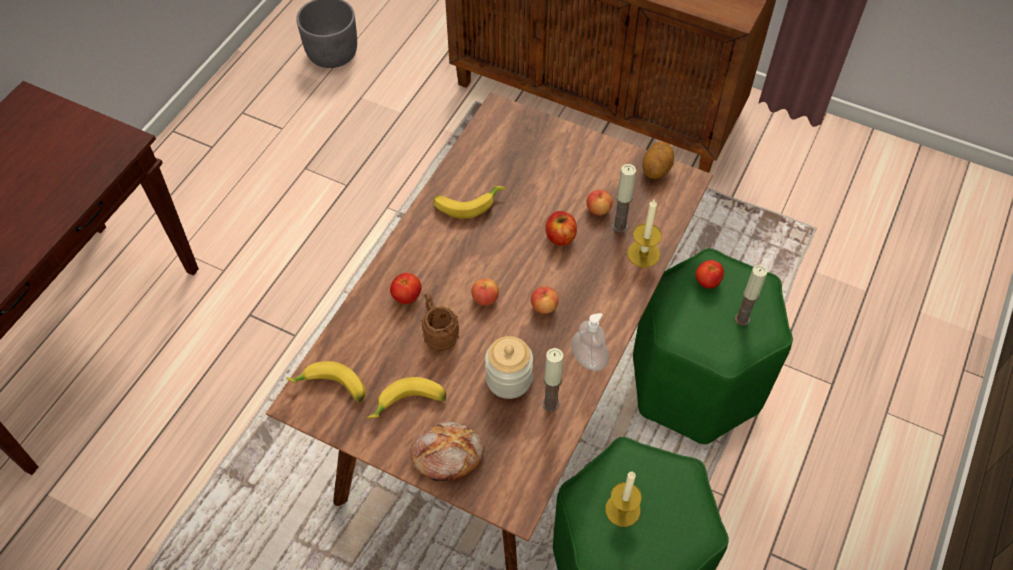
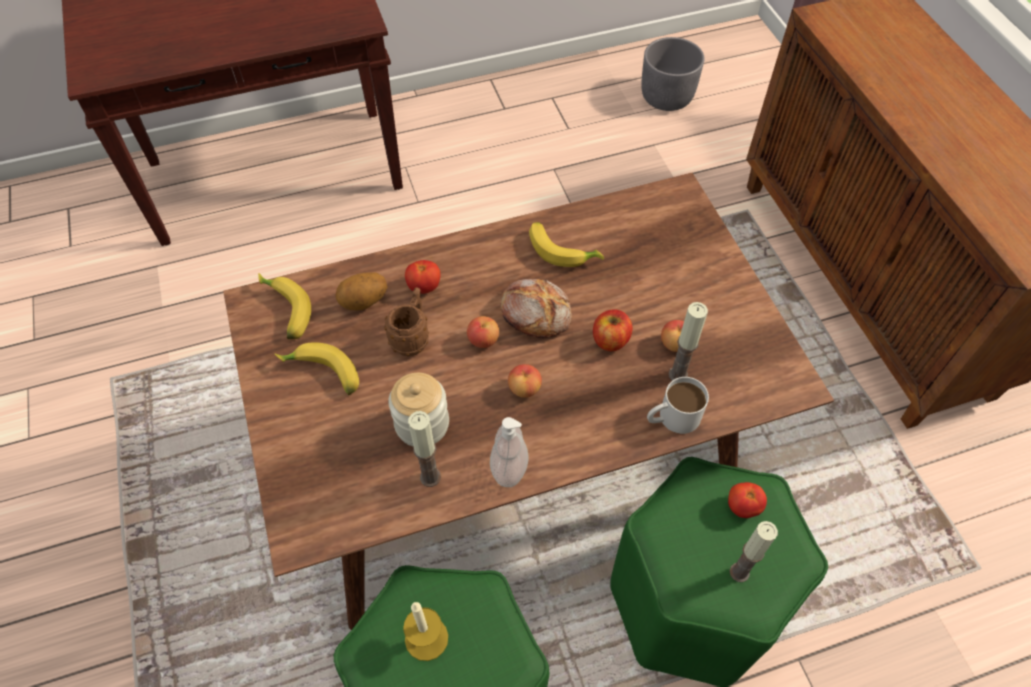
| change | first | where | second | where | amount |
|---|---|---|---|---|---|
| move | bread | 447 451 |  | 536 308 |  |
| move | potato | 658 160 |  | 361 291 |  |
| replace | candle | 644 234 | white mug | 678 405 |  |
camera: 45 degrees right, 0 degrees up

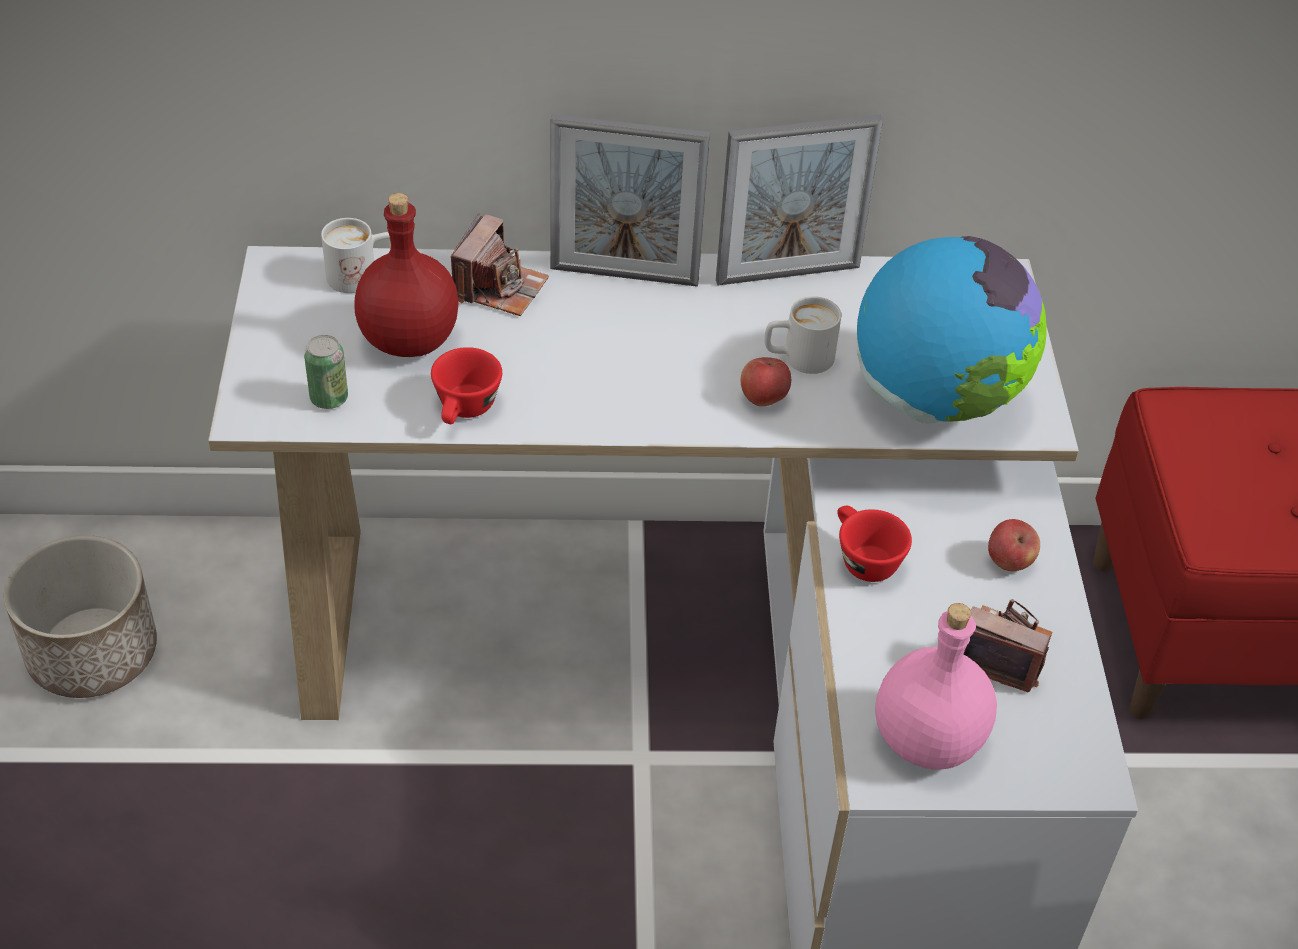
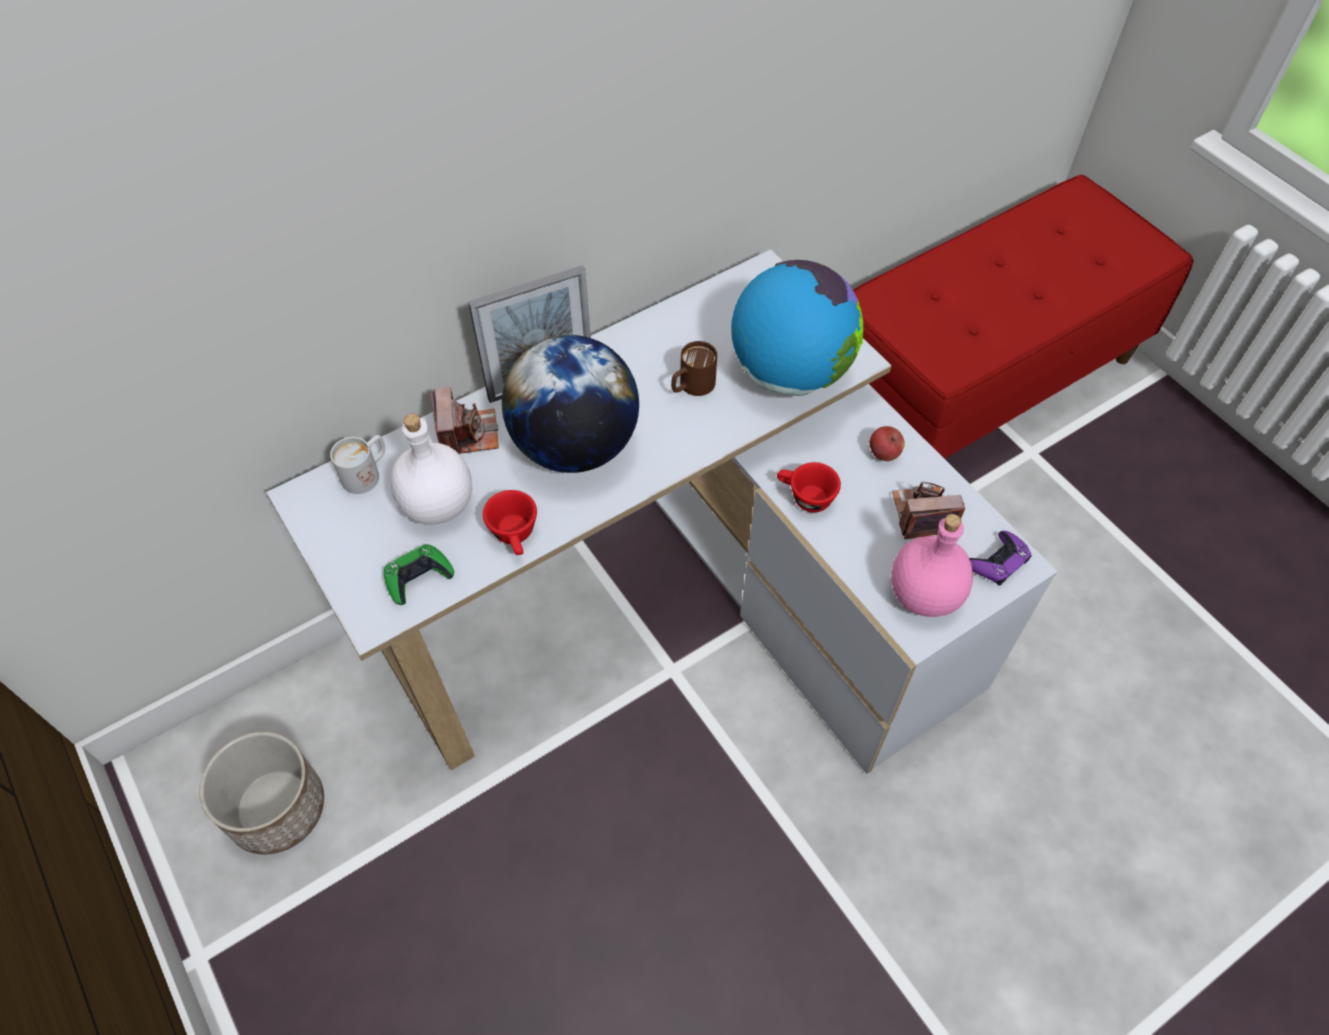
| change | first | where | second | where | amount |
|---|---|---|---|---|---|
| delete | picture frame | 799 200 |  |  |  |
| delete | apple | 766 382 |  |  |  |
| insert |  |  | globe | 570 404 |  |
| insert |  |  | purple game controller | 1000 558 |  |
| replace | can | 326 372 | green game controller | 419 574 |  |
| recolor | red bottle | 406 275 | white bottle | 431 469 |  |
| recolor | white mug | 802 335 | brown mug | 694 368 |  |
camera: 30 degrees left, 10 degrees up

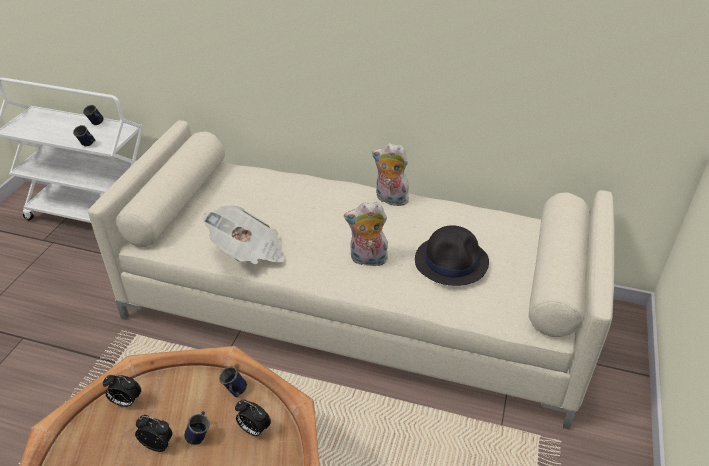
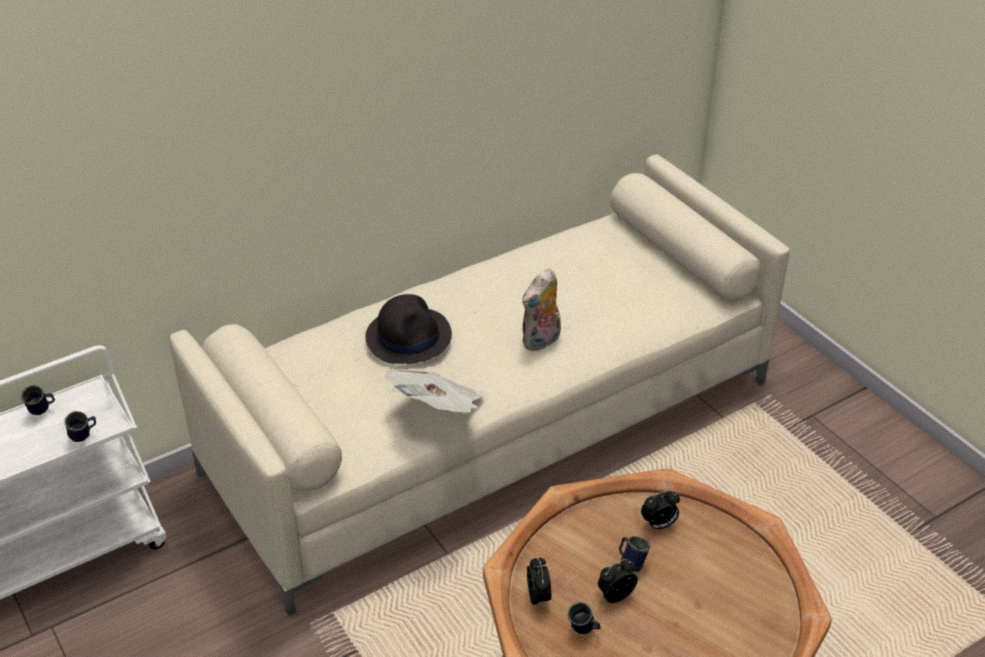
| change | first | where | second | where | amount |
|---|---|---|---|---|---|
| delete | plush toy | 390 174 |  |  |  |
| move | blue mug | 233 381 |  | 584 618 |  |
| move | black hat | 452 255 |  | 408 329 |  |
| rotate | alarm clock | 122 390 |  | 539 582 | 60 degrees counterclockwise |
camera: 50 degrees left, 0 degrees up

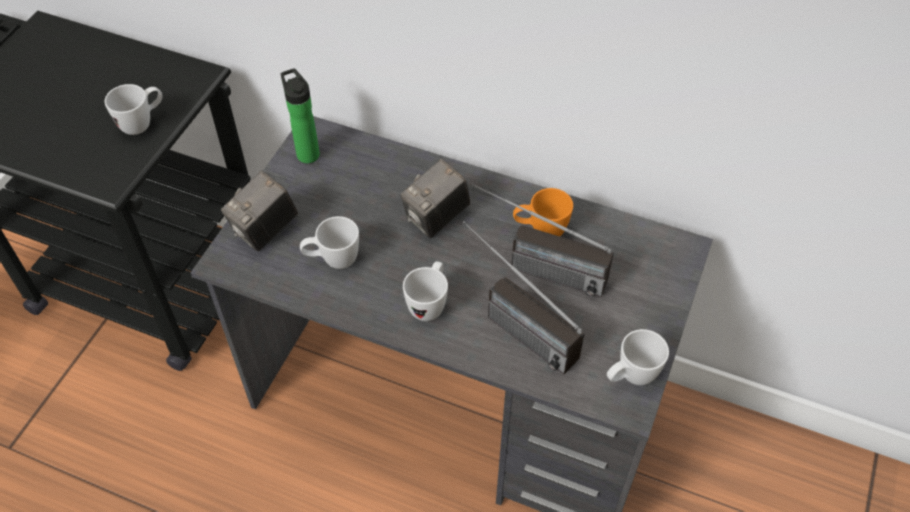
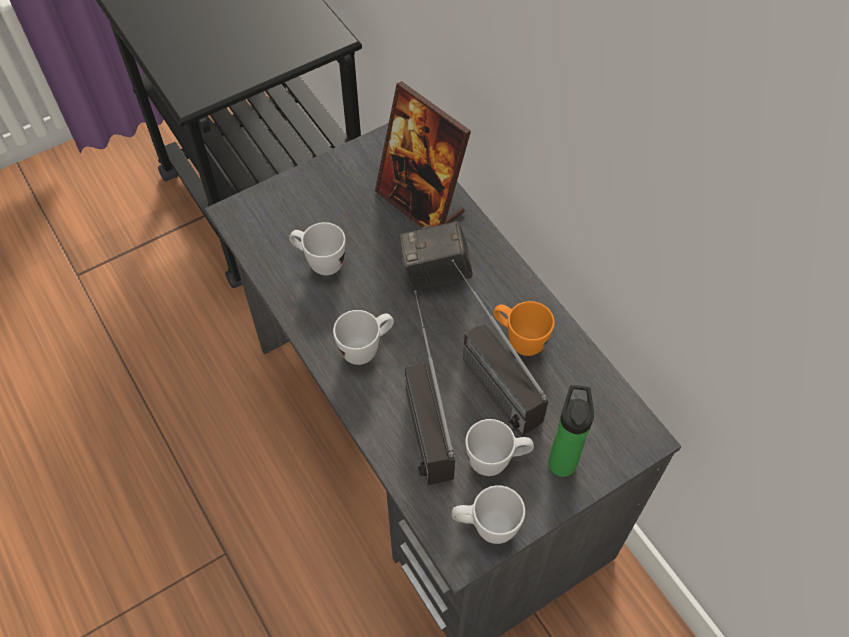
| change | first | where | second | where | amount |
|---|---|---|---|---|---|
| delete | photo camera | 259 211 |  |  |  |
| insert |  |  | picture frame | 423 154 |  |
| move | white mug | 133 109 |  | 499 447 |  |
| move | bottle | 300 115 |  | 571 431 |  |
camera: 35 degrees right, 5 degrees up

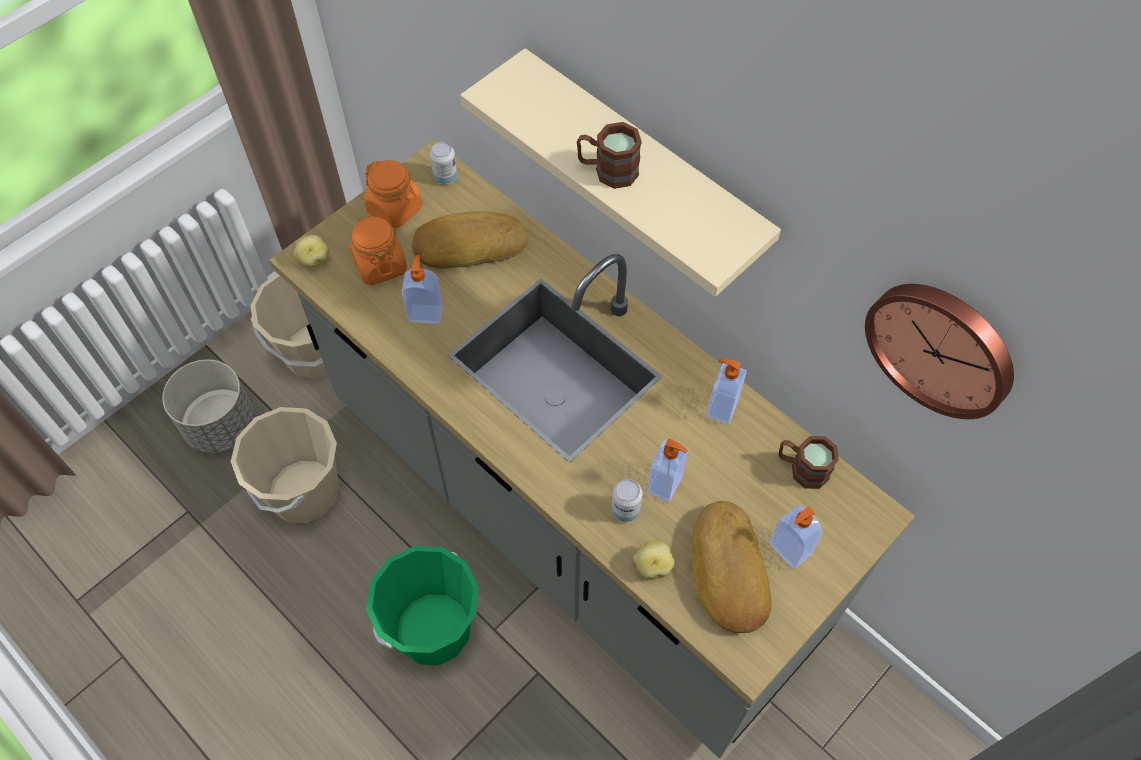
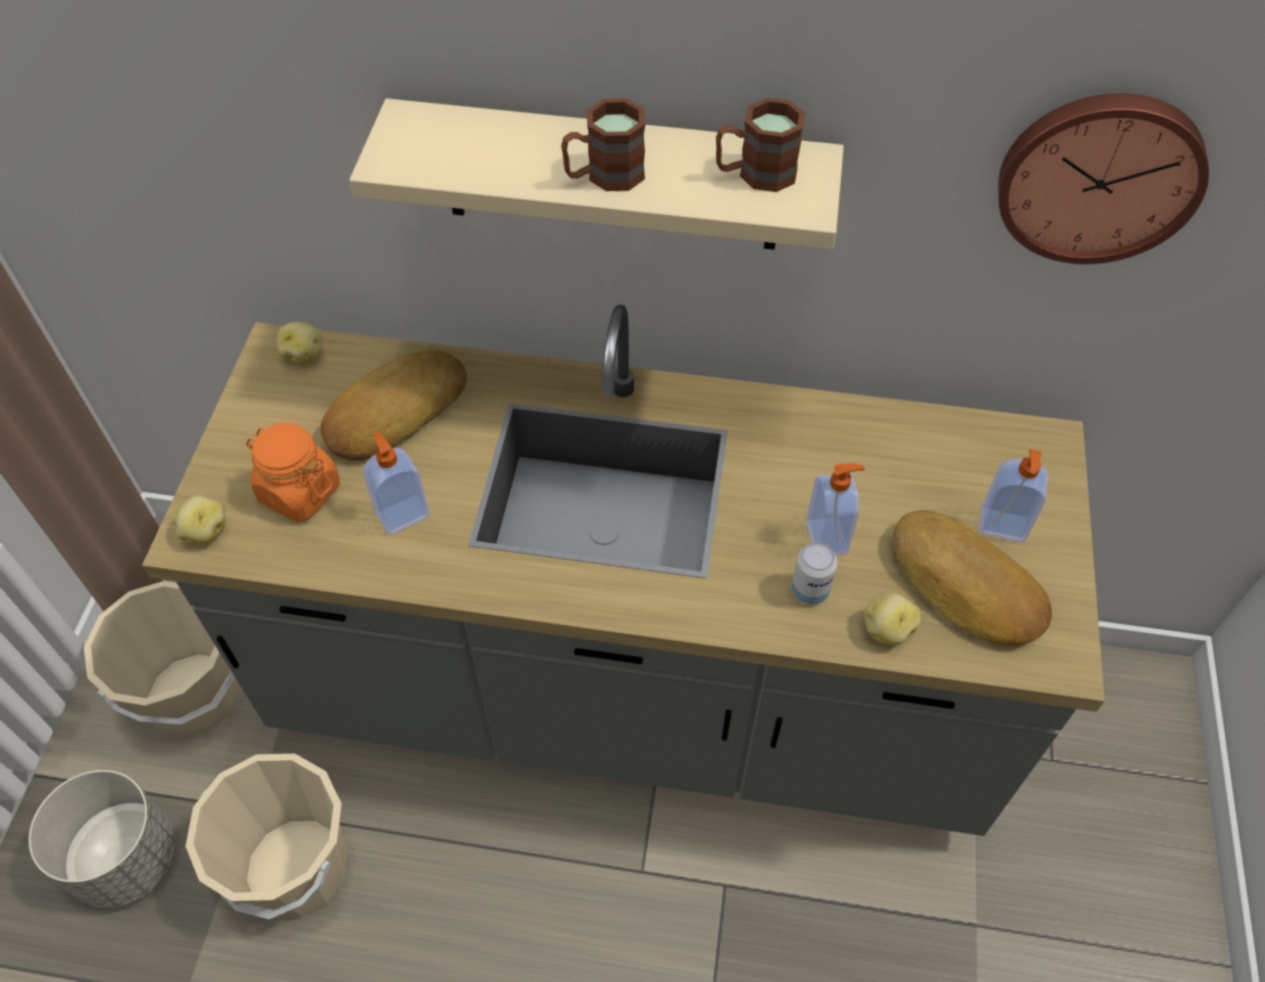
| change | first | where | second | where | amount |
|---|---|---|---|---|---|
| delete | orange jar | 393 194 |  |  |  |
| delete | green bucket | 422 605 |  |  |  |
| delete | soap dispenser | 727 391 |  |  |  |
| move | brown mug | 808 462 |  | 760 145 |  |
| replace | can | 443 163 | potato | 299 343 |  |
camera: 35 degrees left, 5 degrees down

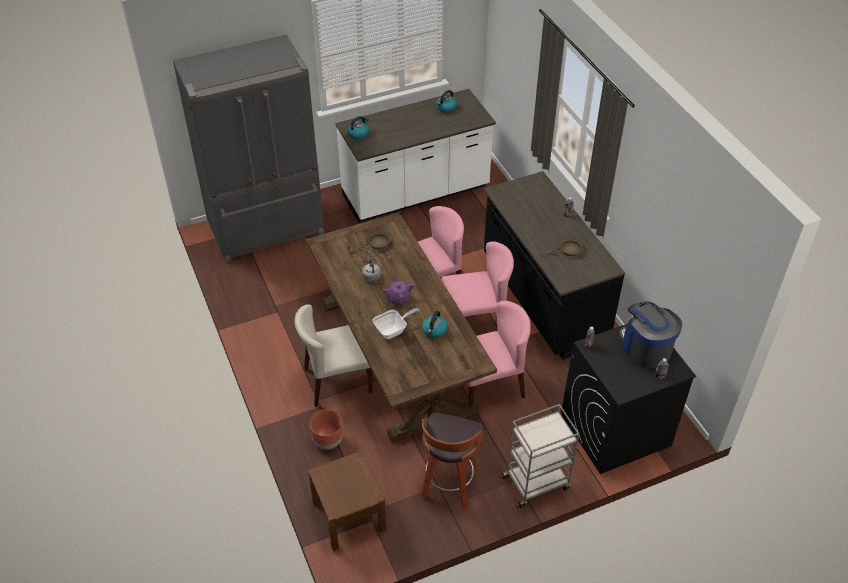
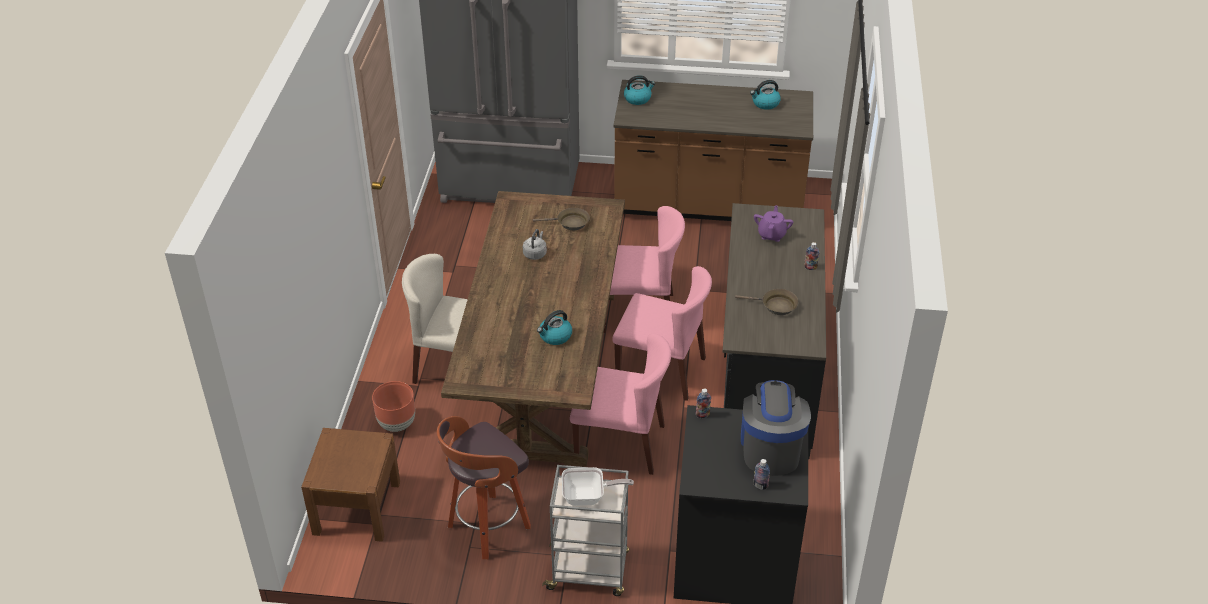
| change | first | where | second | where | amount |
|---|---|---|---|---|---|
| move | frying pan | 396 323 |  | 598 486 |  |
| move | purple teapot | 398 290 |  | 773 223 |  |
| recolor | white counter | 415 155 | brown counter | 713 150 |  |
camera: 30 degrees right, 5 degrees down

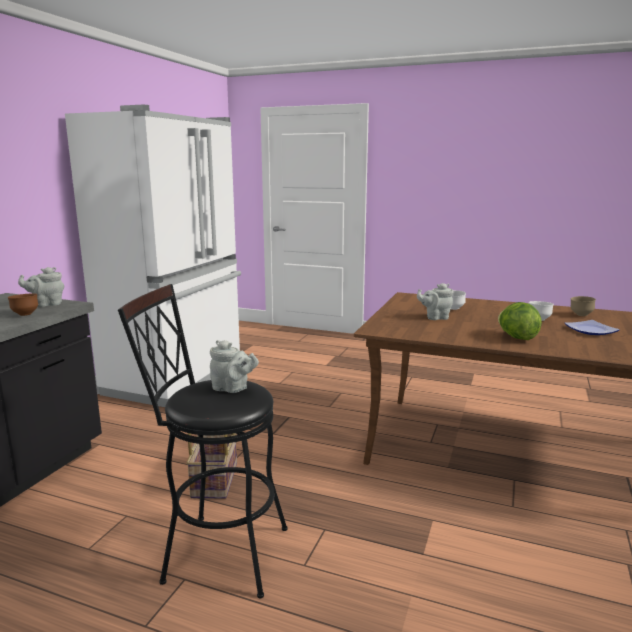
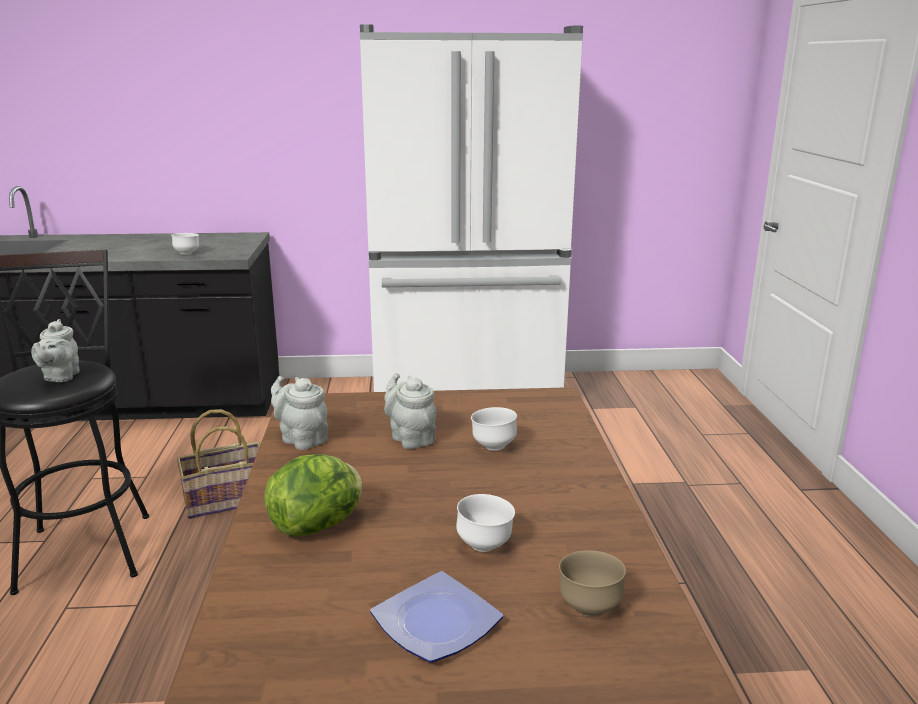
| change | first | where | second | where | amount |
|---|---|---|---|---|---|
| move | grey teapot | 41 287 |  | 299 413 |  |
| recolor | brown bowl | 23 304 | white bowl | 185 244 |  |
camera: 65 degrees right, 5 degrees up

